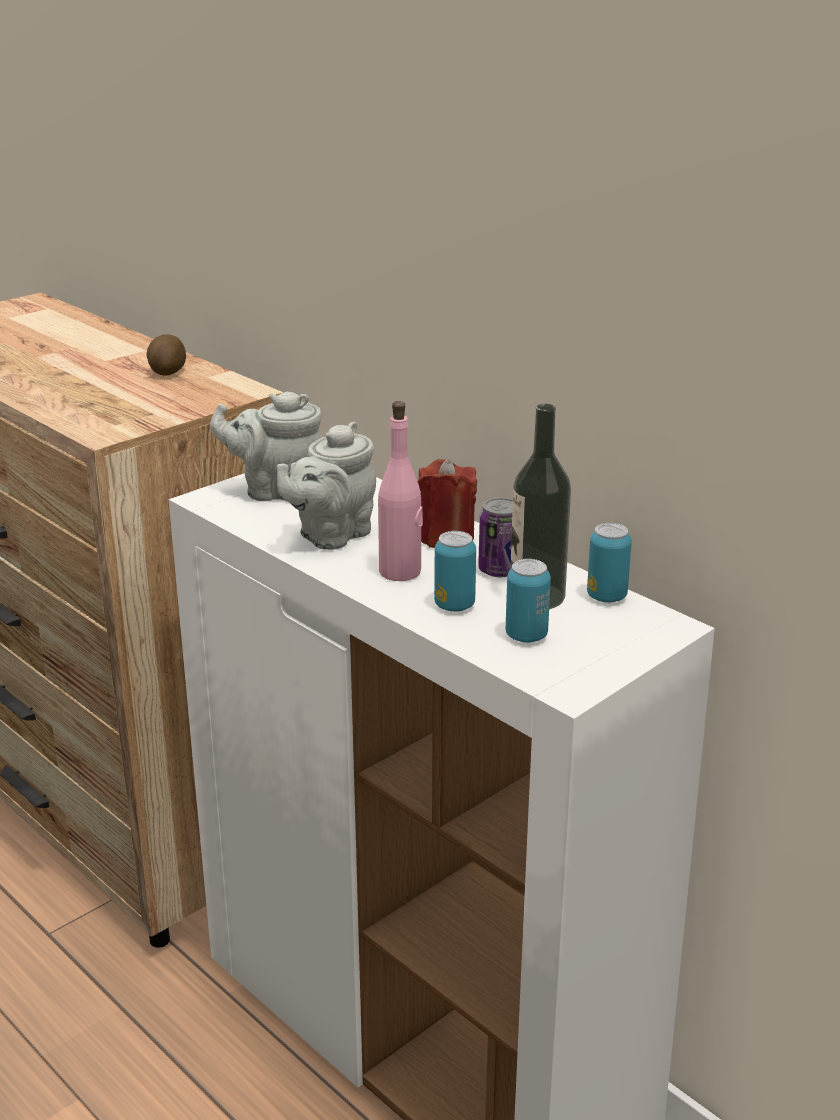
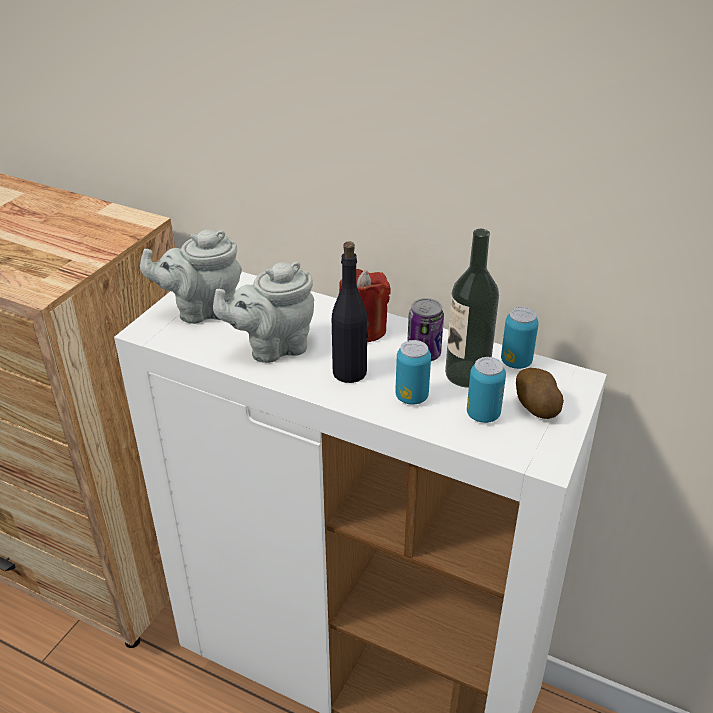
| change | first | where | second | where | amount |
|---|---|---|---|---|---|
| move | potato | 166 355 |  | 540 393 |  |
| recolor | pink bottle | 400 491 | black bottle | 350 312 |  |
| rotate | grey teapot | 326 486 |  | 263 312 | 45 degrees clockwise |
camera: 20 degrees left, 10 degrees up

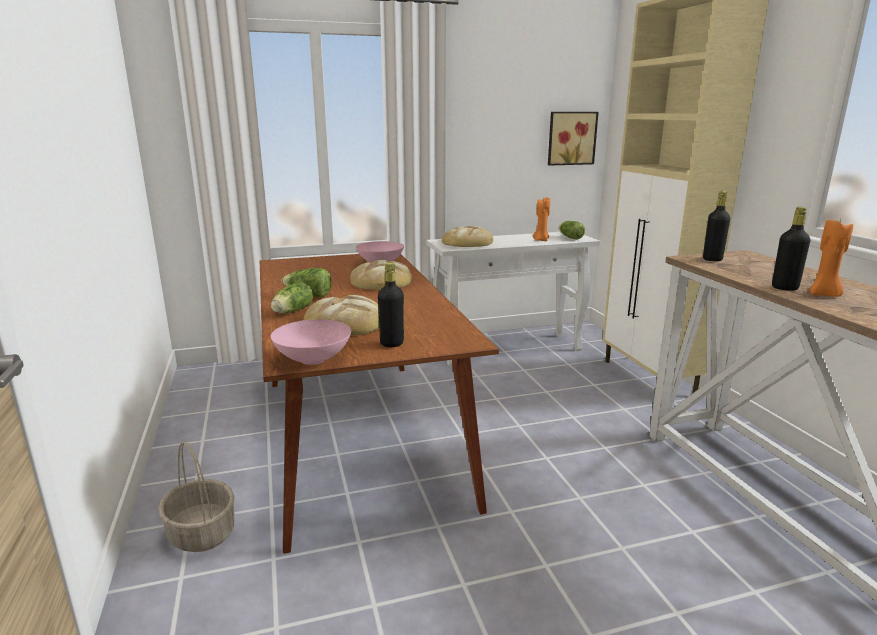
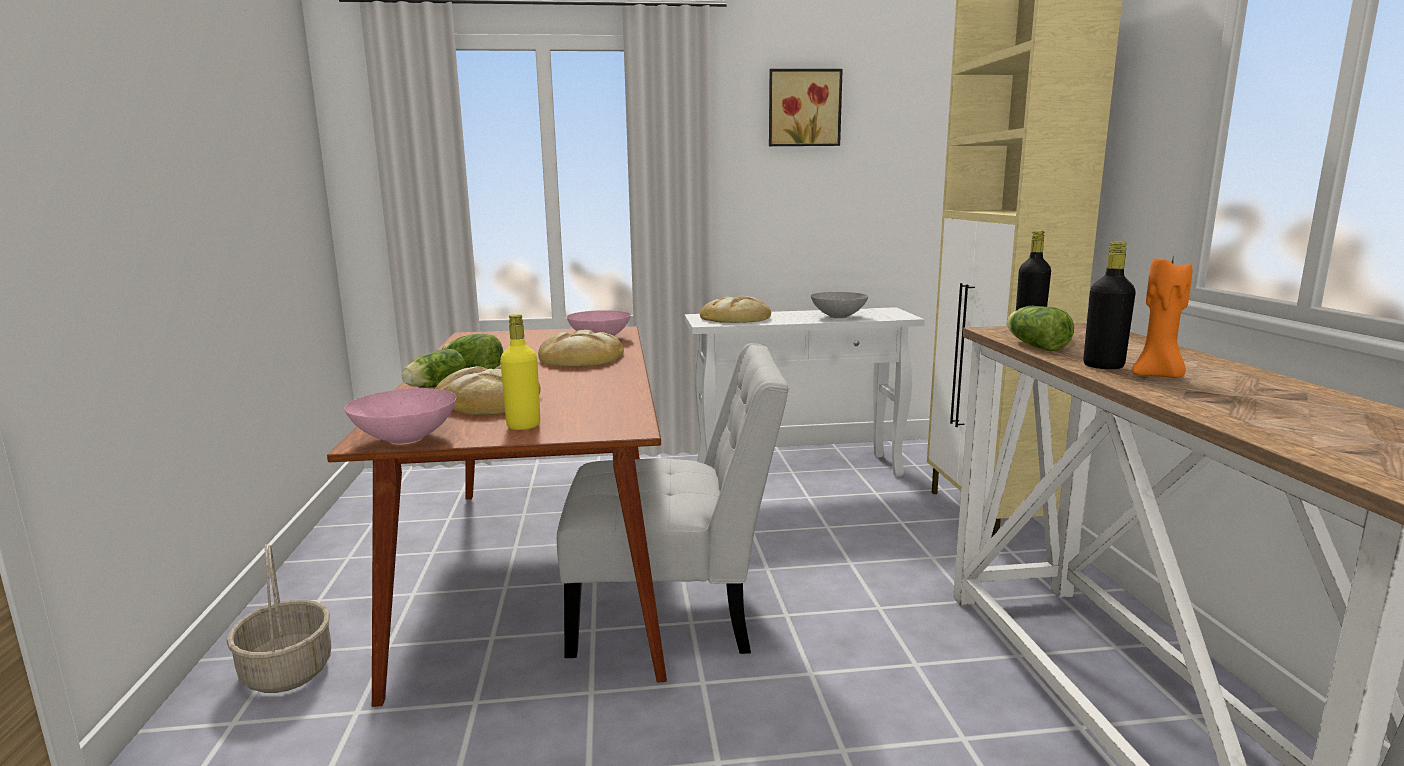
| change | first | where | second | where | amount |
|---|---|---|---|---|---|
| insert |  |  | white chair | 673 500 |  |
| move | picture | 573 139 |  | 806 107 |  |
| move | lettuce | 572 230 |  | 1040 328 |  |
| replace | orange candle | 541 219 | grey bowl | 839 305 |  |
| recolor | black bottle | 391 305 | yellow bottle | 520 372 |  |
camera: 10 degrees right, 5 degrees down

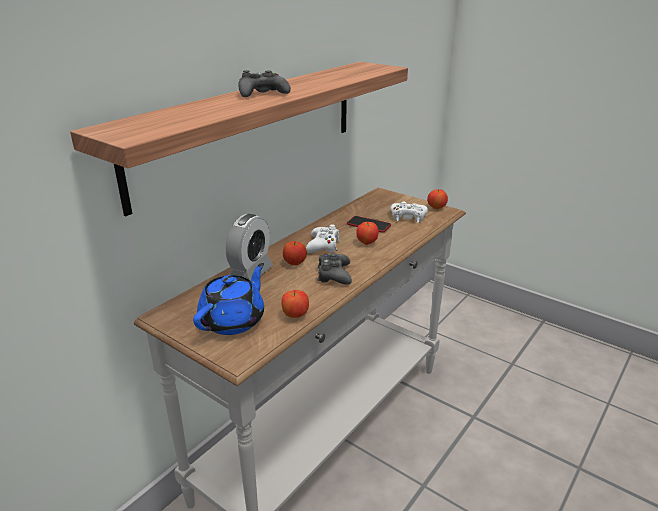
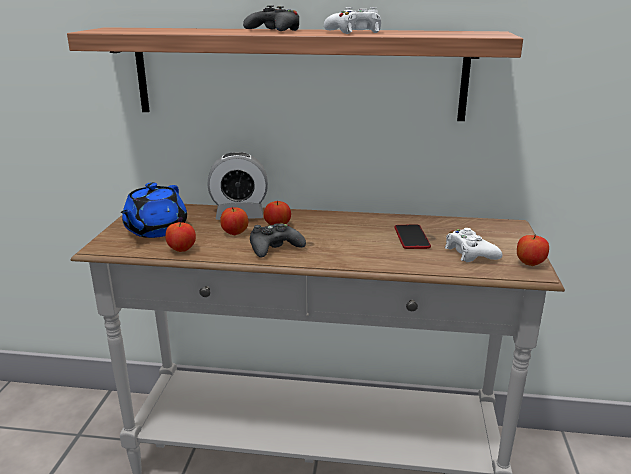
| change | first | where | second | where | amount |
|---|---|---|---|---|---|
| move | white game controller | 323 238 |  | 352 20 |  |
| move | apple | 367 233 |  | 234 221 |  |
| rotate | blue teapot | 228 299 |  | 154 210 | 105 degrees clockwise |
camera: 60 degrees right, 5 degrees down

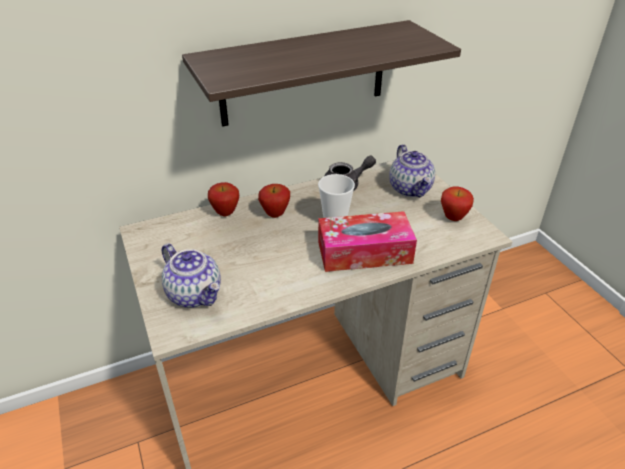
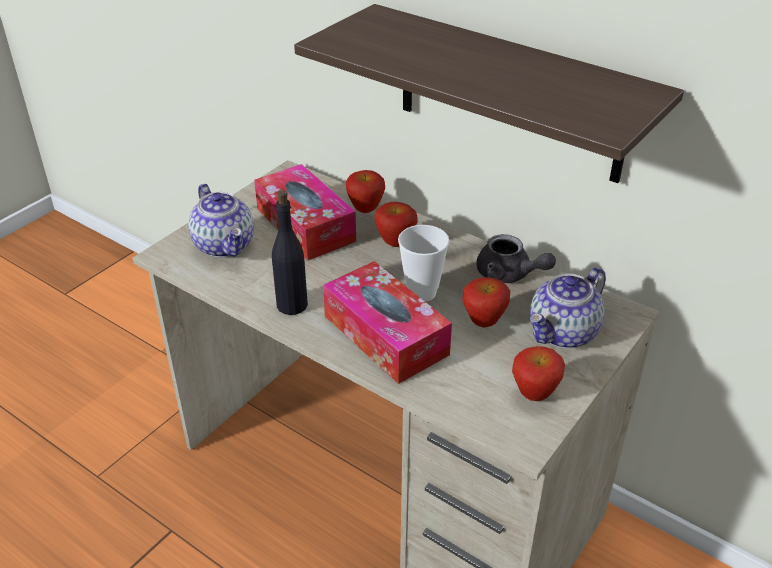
| change | first | where | second | where | amount |
|---|---|---|---|---|---|
| insert |  |  | tissue box | 305 212 |  |
| insert |  |  | black bottle | 290 252 |  |
| insert |  |  | apple | 486 302 |  |
| rotate | teapot | 191 275 |  | 221 221 | 45 degrees counterclockwise |
camera: 60 degrees right, 0 degrees up

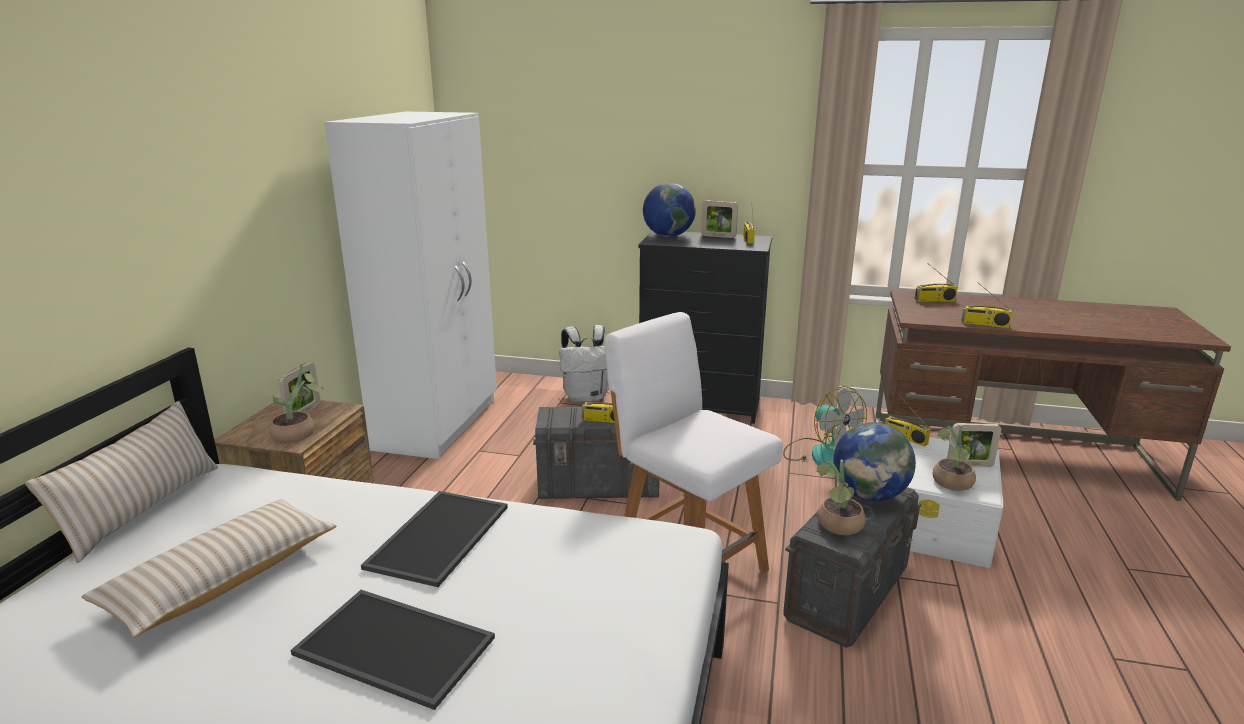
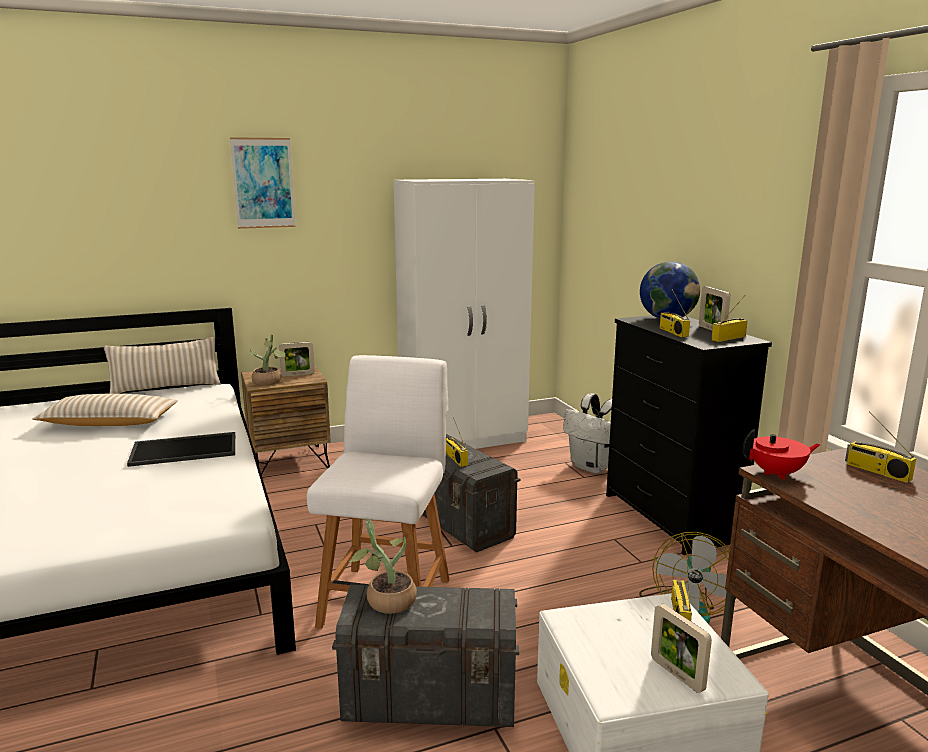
| change | first | where | second | where | amount |
|---|---|---|---|---|---|
| delete | tray | 393 650 |  |  |  |
| delete | globe | 874 461 |  |  |  |
| delete | potted plant | 954 458 |  |  |  |
| insert |  |  | picture | 263 183 |  |
| insert |  |  | red teapot | 782 454 |  |
| move | radio | 986 305 |  | 675 313 |  |
camera: 55 degrees right, 5 degrees down

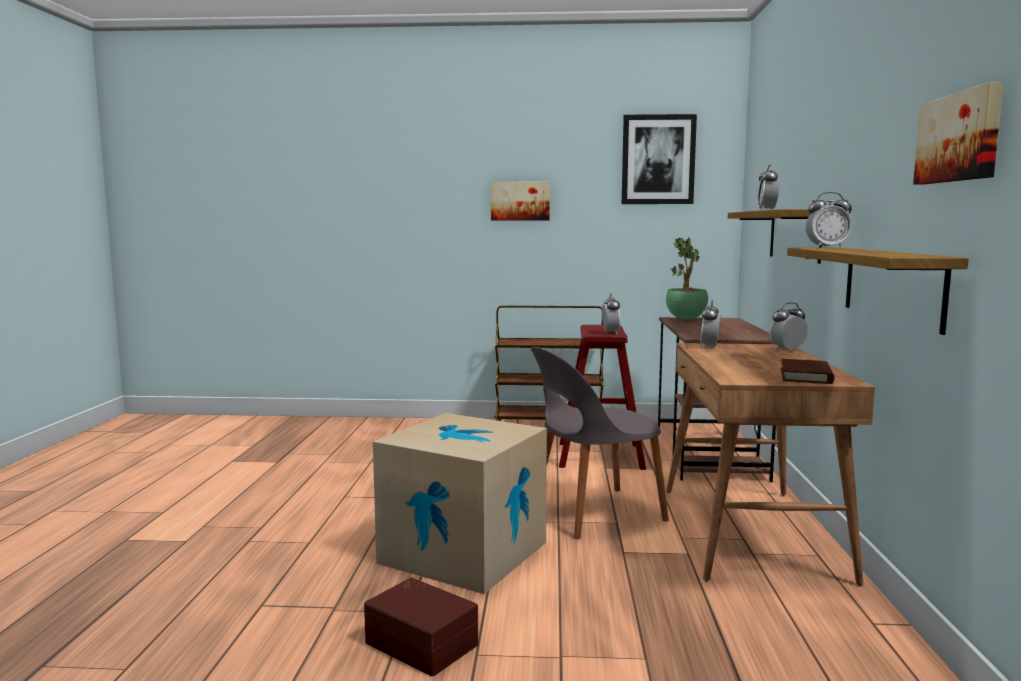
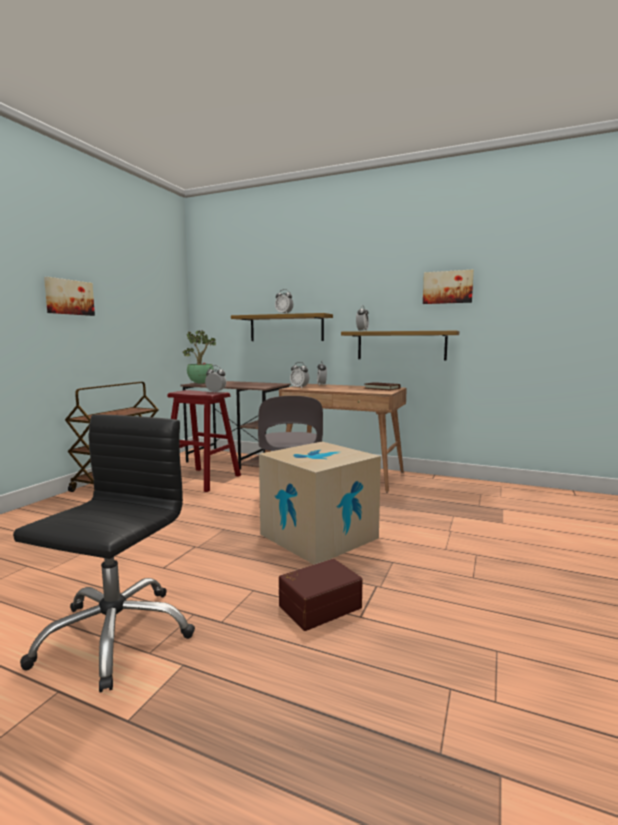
| change | first | where | second | where | amount |
|---|---|---|---|---|---|
| delete | picture | 659 159 |  |  |  |
| insert |  |  | black office chair | 104 553 |  |
| move | brown storage box | 421 626 |  | 321 594 |  |
camera: 70 degrees left, 0 degrees up

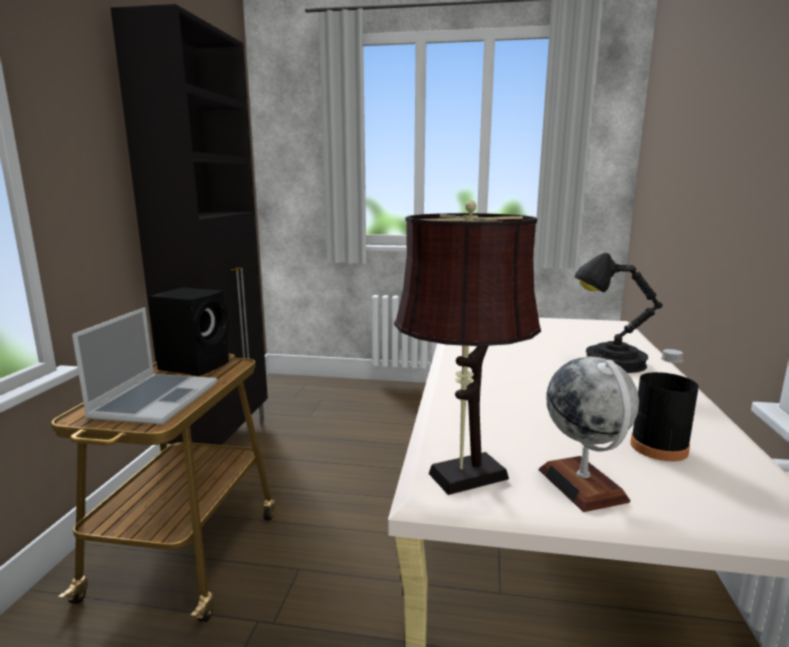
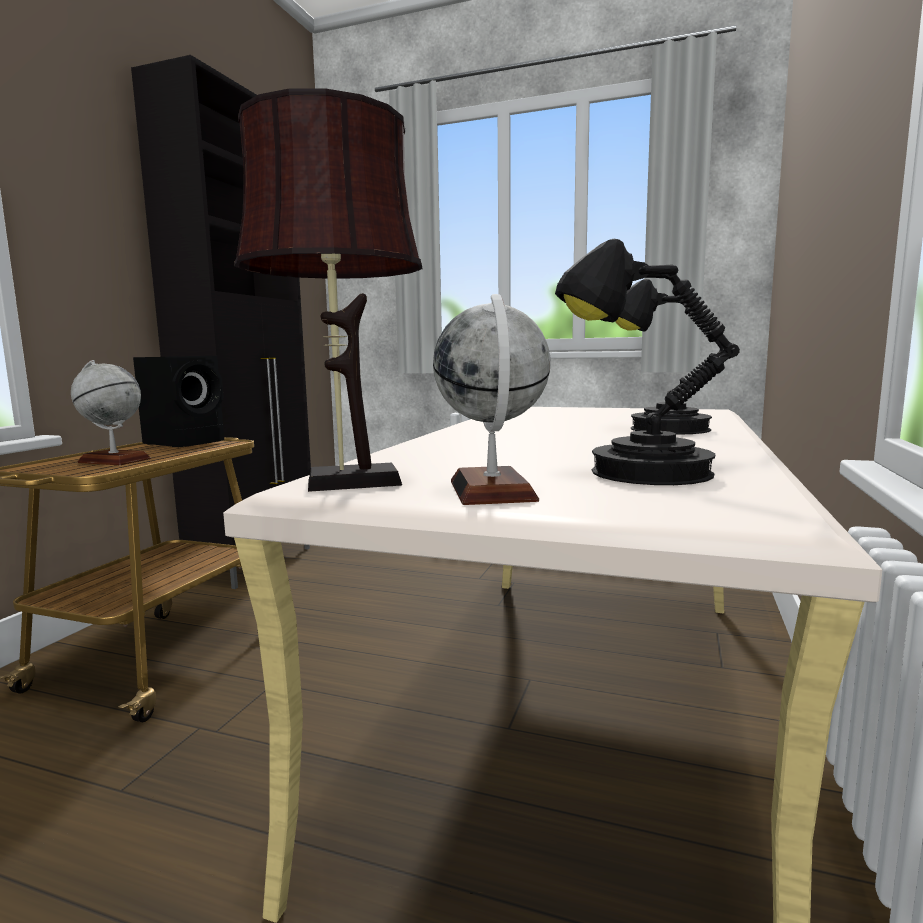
| change | first | where | second | where | amount |
|---|---|---|---|---|---|
| replace | laptop | 144 366 | globe | 111 412 |  |
| replace | black bottle | 664 405 | black table lamp | 647 362 |  |
camera: 10 degrees right, 5 degrees down

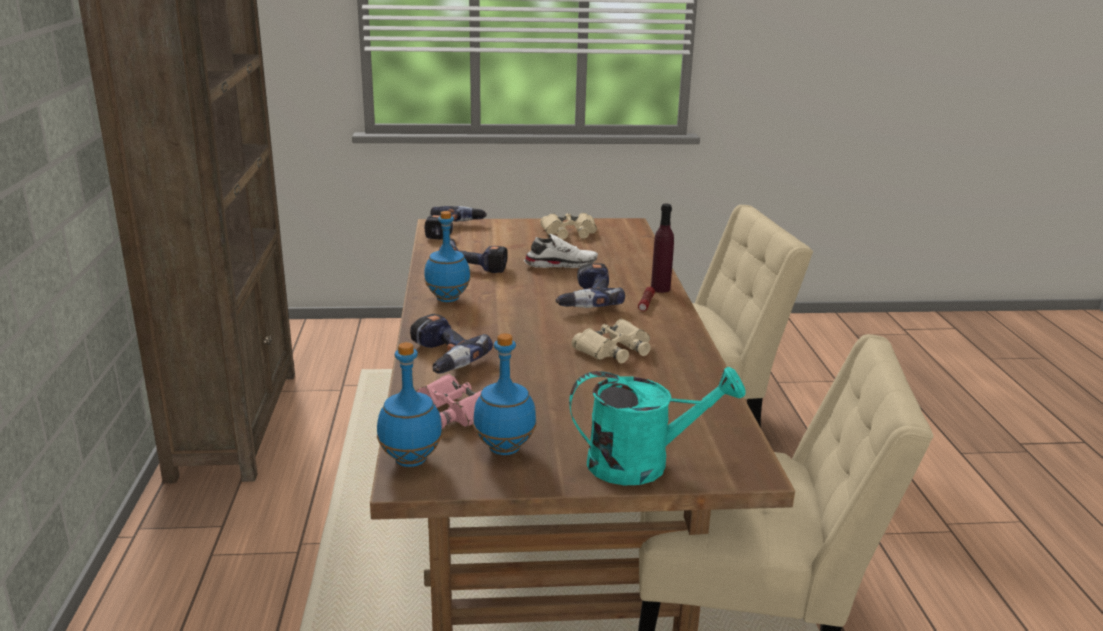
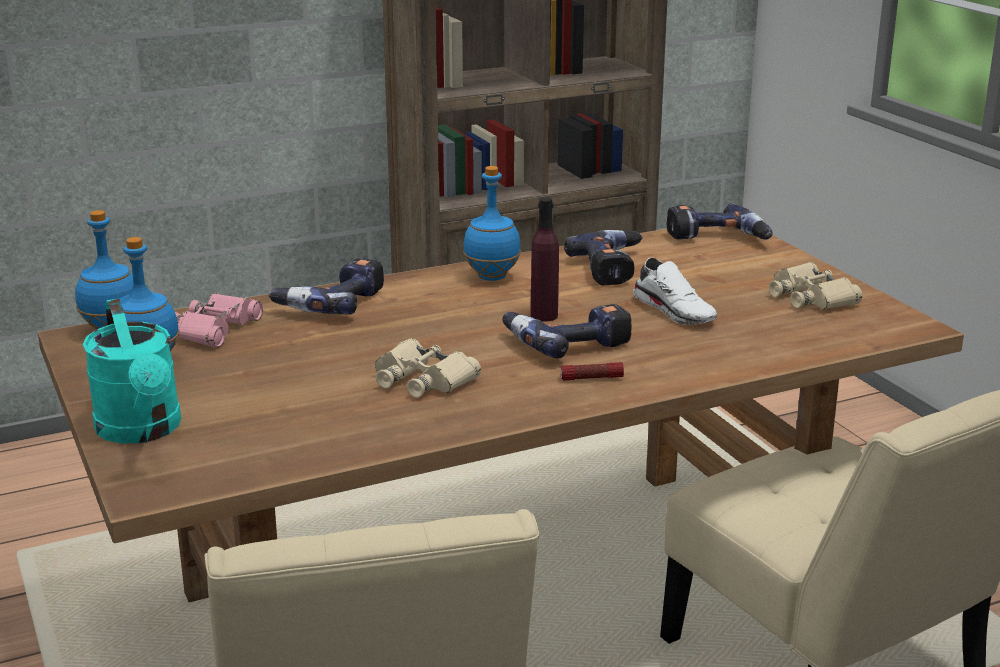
| change | first | where | second | where | amount |
|---|---|---|---|---|---|
| move | purple bottle | 662 248 |  | 545 259 |  |
camera: 70 degrees right, 0 degrees up

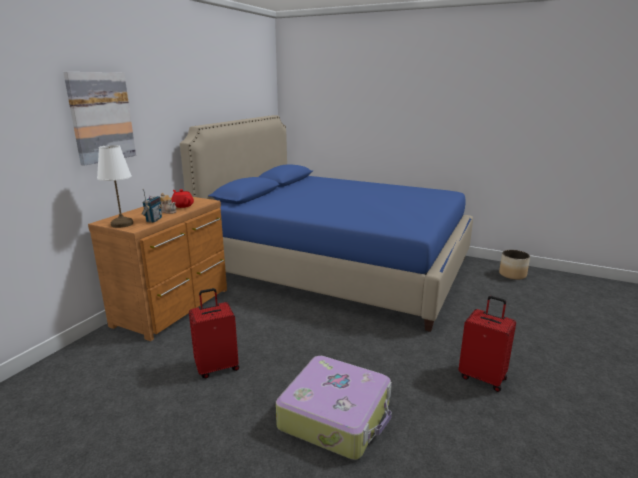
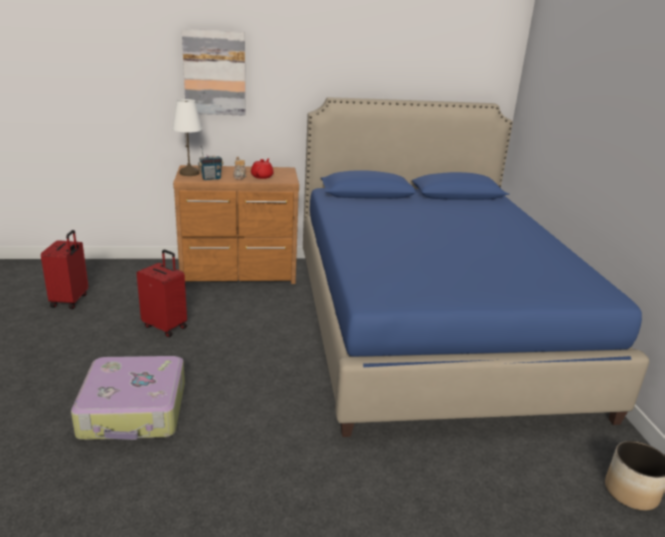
| change | first | where | second | where | amount |
|---|---|---|---|---|---|
| move | red suitcase | 487 344 |  | 64 269 |  |
camera: 55 degrees right, 5 degrees up

